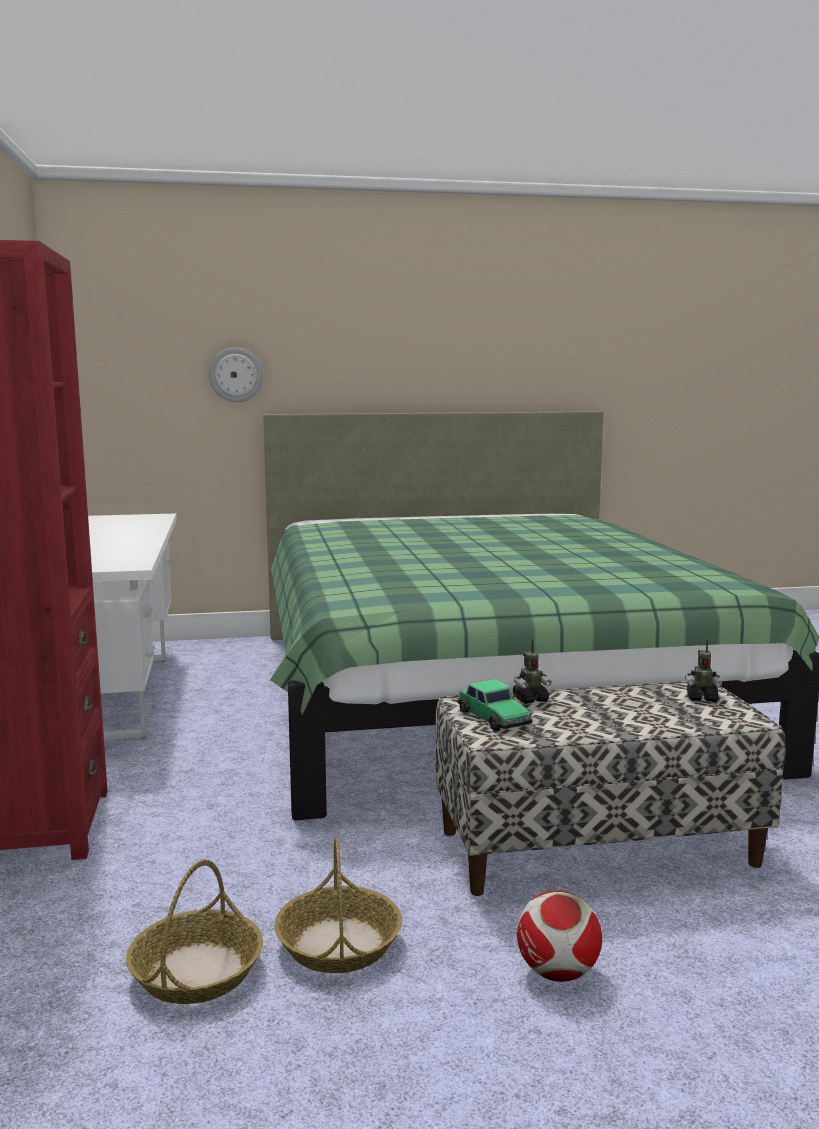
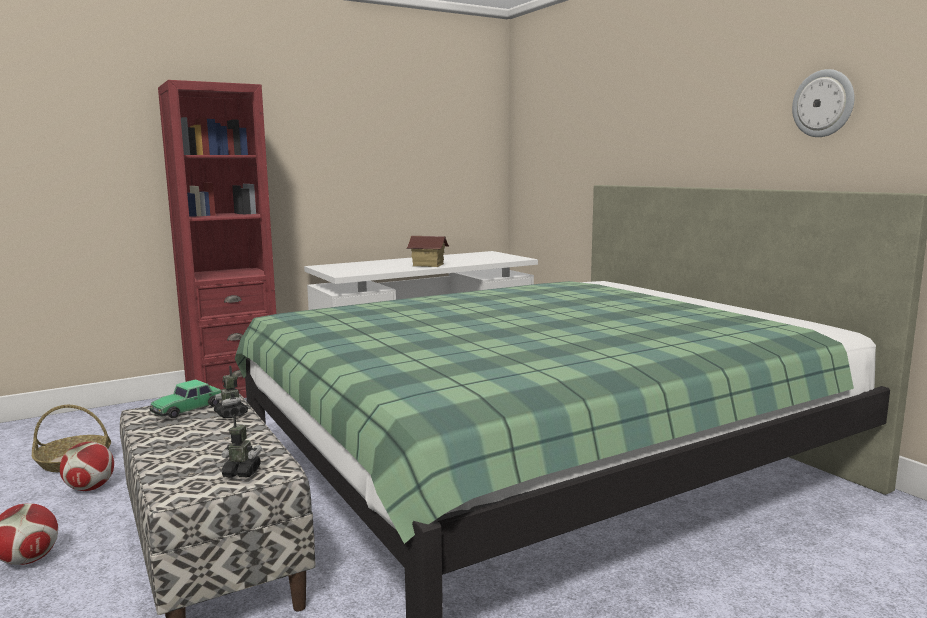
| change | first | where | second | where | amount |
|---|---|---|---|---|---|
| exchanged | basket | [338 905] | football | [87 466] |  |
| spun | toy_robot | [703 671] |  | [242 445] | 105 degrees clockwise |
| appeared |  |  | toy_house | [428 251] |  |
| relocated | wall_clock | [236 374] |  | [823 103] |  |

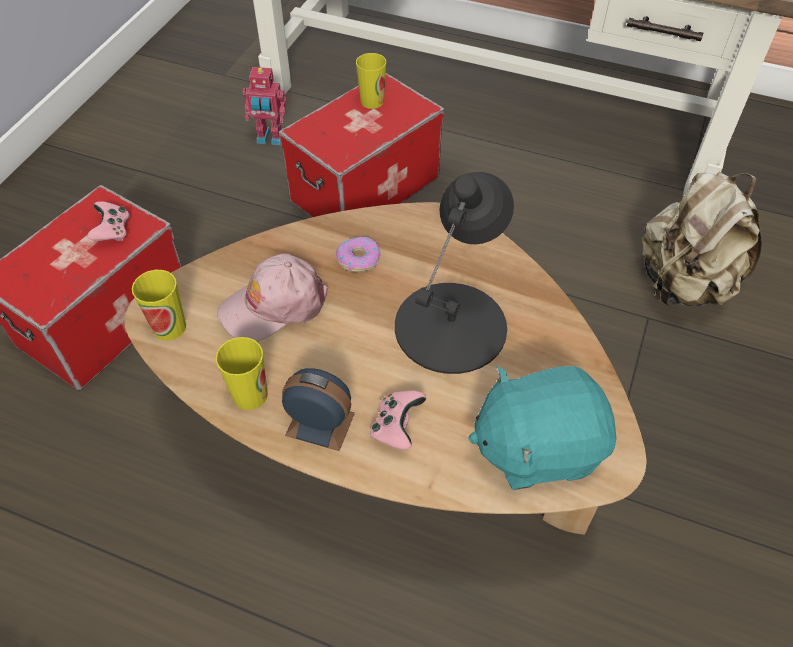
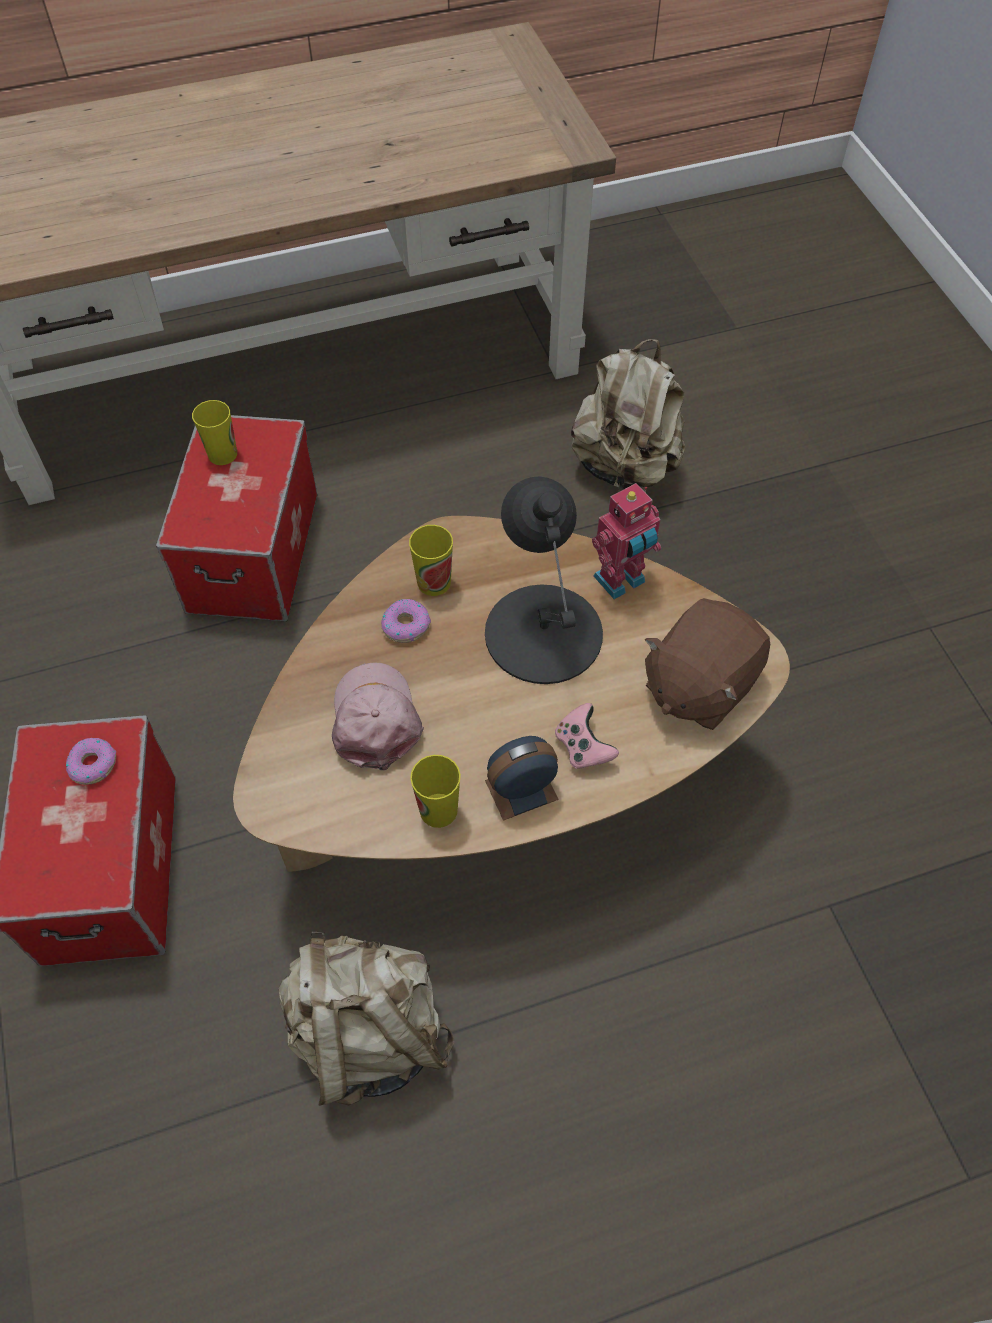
| change | first | where | second | where | amount |
|---|---|---|---|---|---|
| exchanged | pink_game_controller | [108 221] | donut | [91 761] |  |
| appeared |  |  | beige_backpack | [367 1019] |  |
| spun | pink_cap | [272 297] |  | [378 716] | 150 degrees clockwise |
| relocated | cup | [159 305] |  | [431 560] |  |
| relocated | toy_robot | [265 106] |  | [626 541] |  |
| colour | turquoise_plush_toy | [542 428] | brown_plush_toy | [707 664] |  |

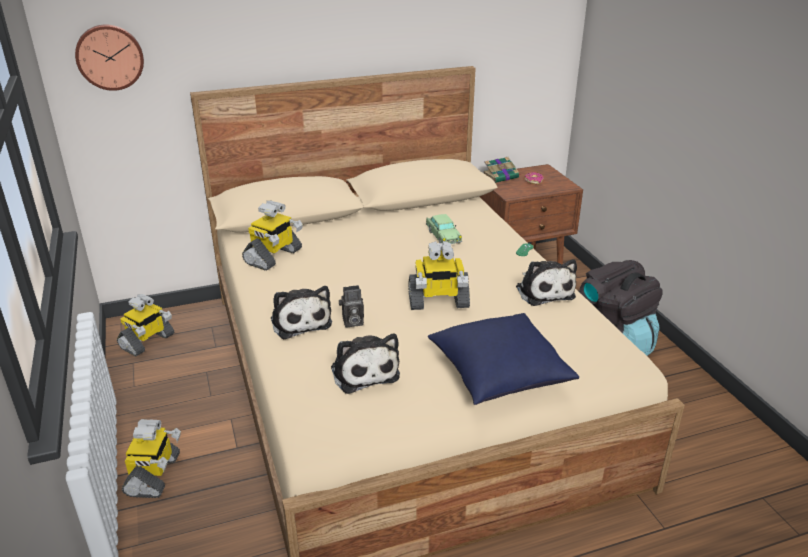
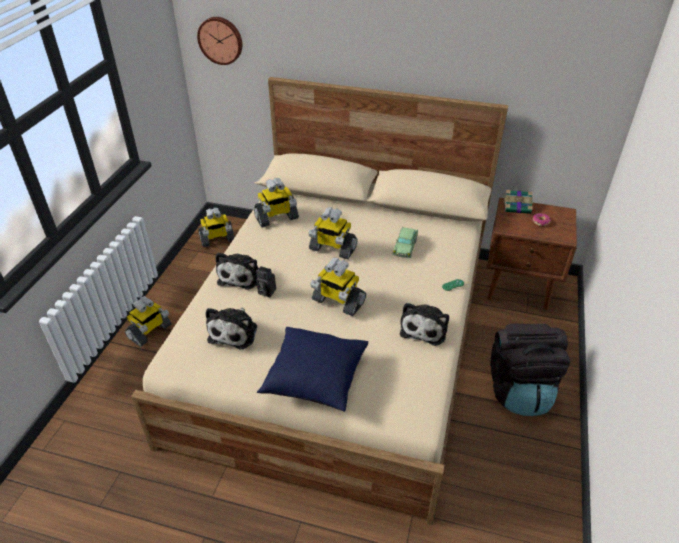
| change | first | where | second | where | amount |
|---|---|---|---|---|---|
| appeared |  |  | toy_robot | [333 233] |  |

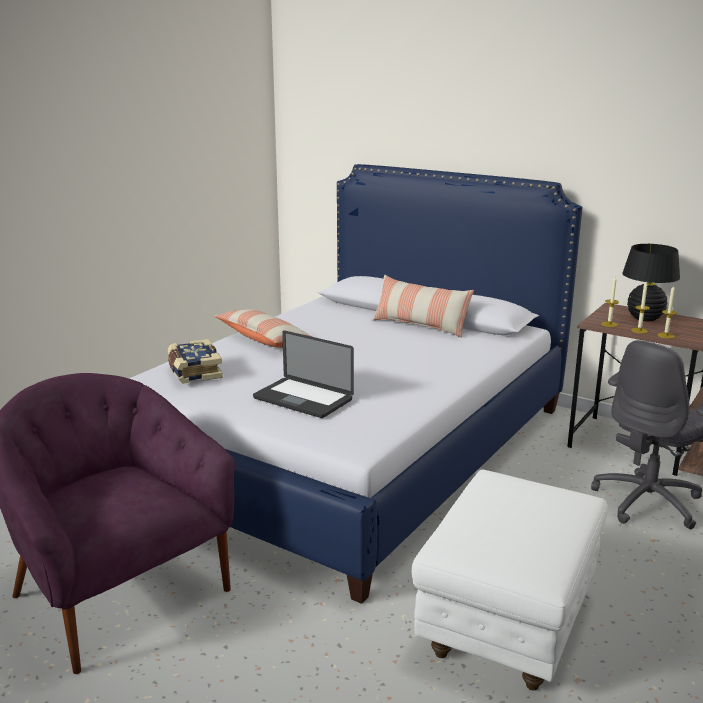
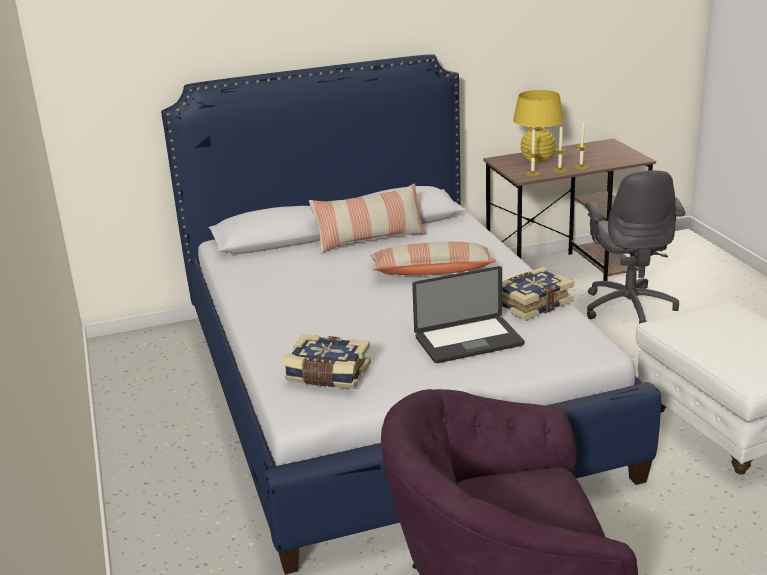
| change | first | where | second | where | amount |
|---|---|---|---|---|---|
| relocated | pillow | [263 328] |  | [433 258] |  |
| appeared |  |  | book | [538 294] |  |
| colour | black_table_lamp | [651 282] | yellow_table_lamp | [538 126] |  |

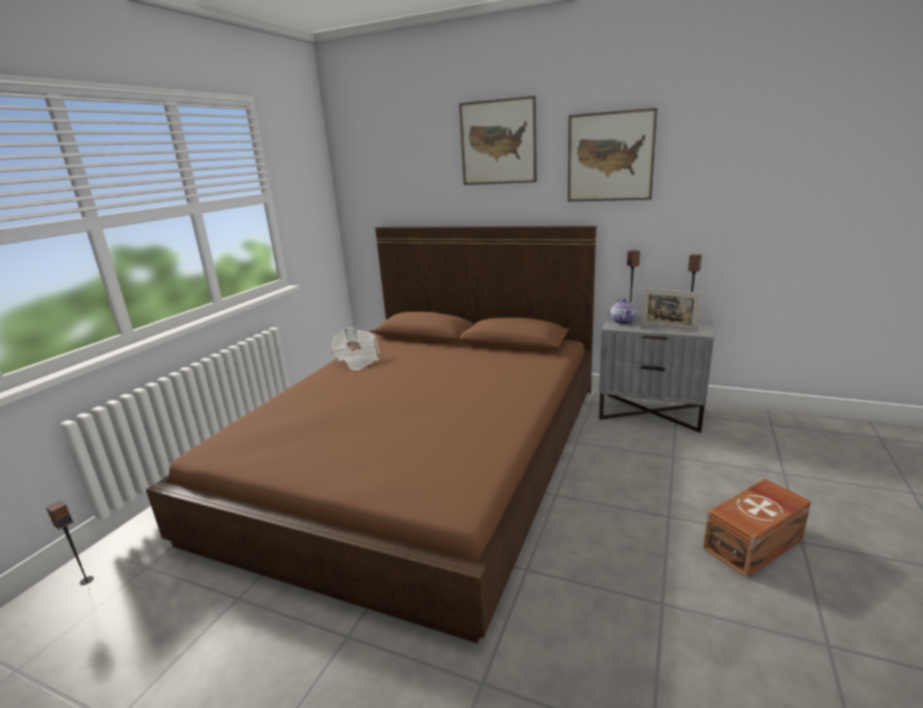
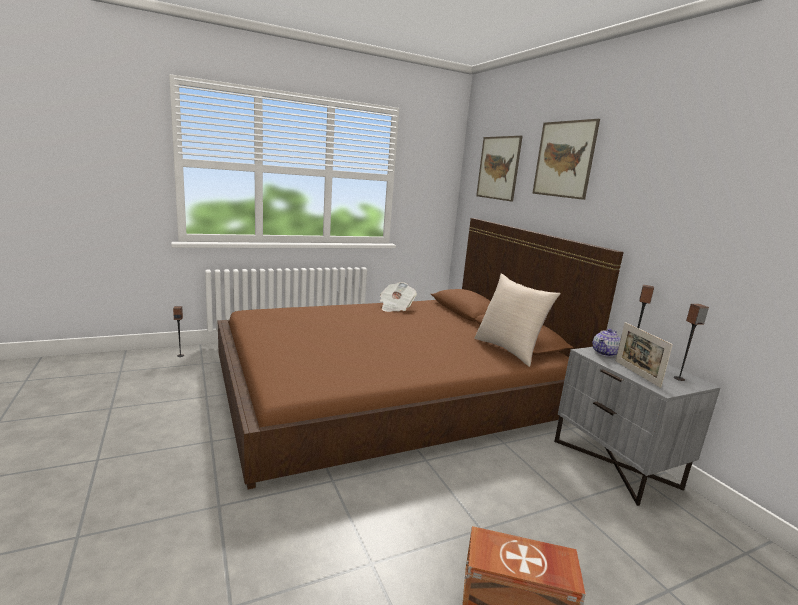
| change | first | where | second | where | amount |
|---|---|---|---|---|---|
| appeared |  |  | beige_pillow | [517 320] |  |
| relocated | picture | [613 155] |  | [499 169] |  |

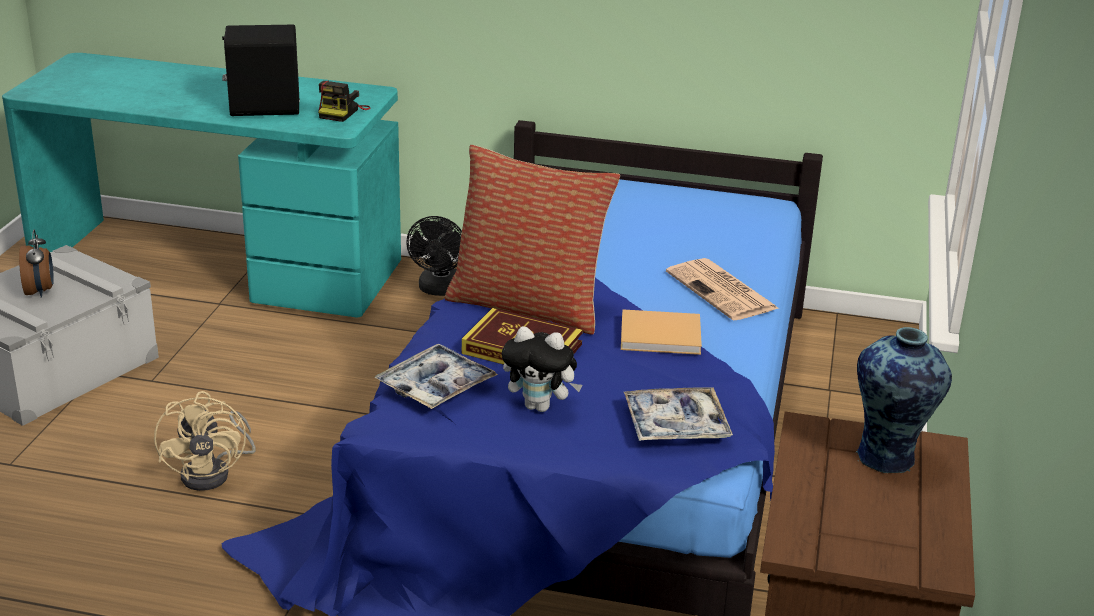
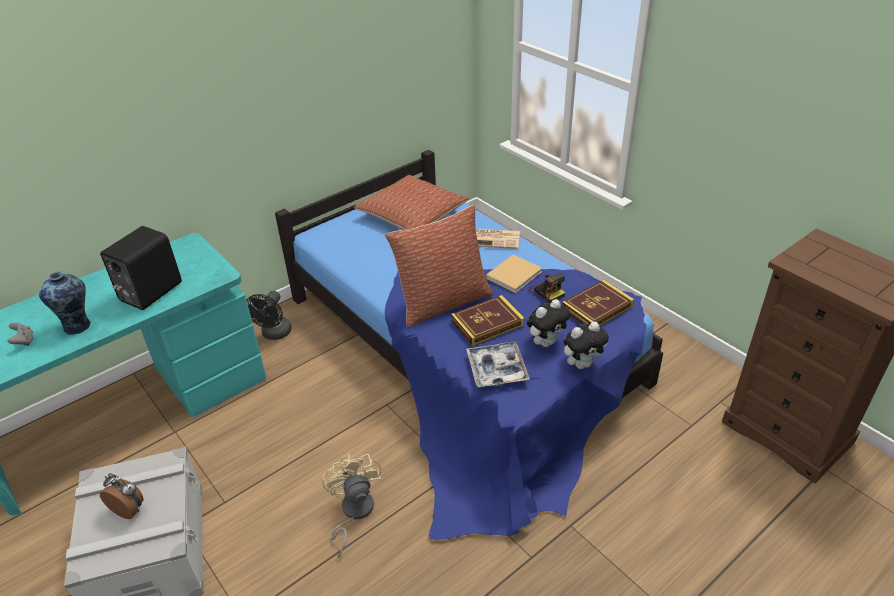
| change | first | where | second | where | amount |
|---|---|---|---|---|---|
| appeared |  |  | grey_game_controller | [20 334] |  |
| relocated | vase | [903 400] |  | [65 303] |  |
| spun | black_fan | [434 256] |  | [269 315] | 60 degrees clockwise |
| spun | beige_fan | [205 441] |  | [351 506] | 135 degrees counterclockwise |
| appeared |  |  | pillow | [411 202] |  |
| relocated | photo_camera | [344 101] |  | [546 288] |  |
| exchanged | tray | [678 414] | book | [598 303] |  |
| appeared |  |  | plush_toy | [586 345] |  |

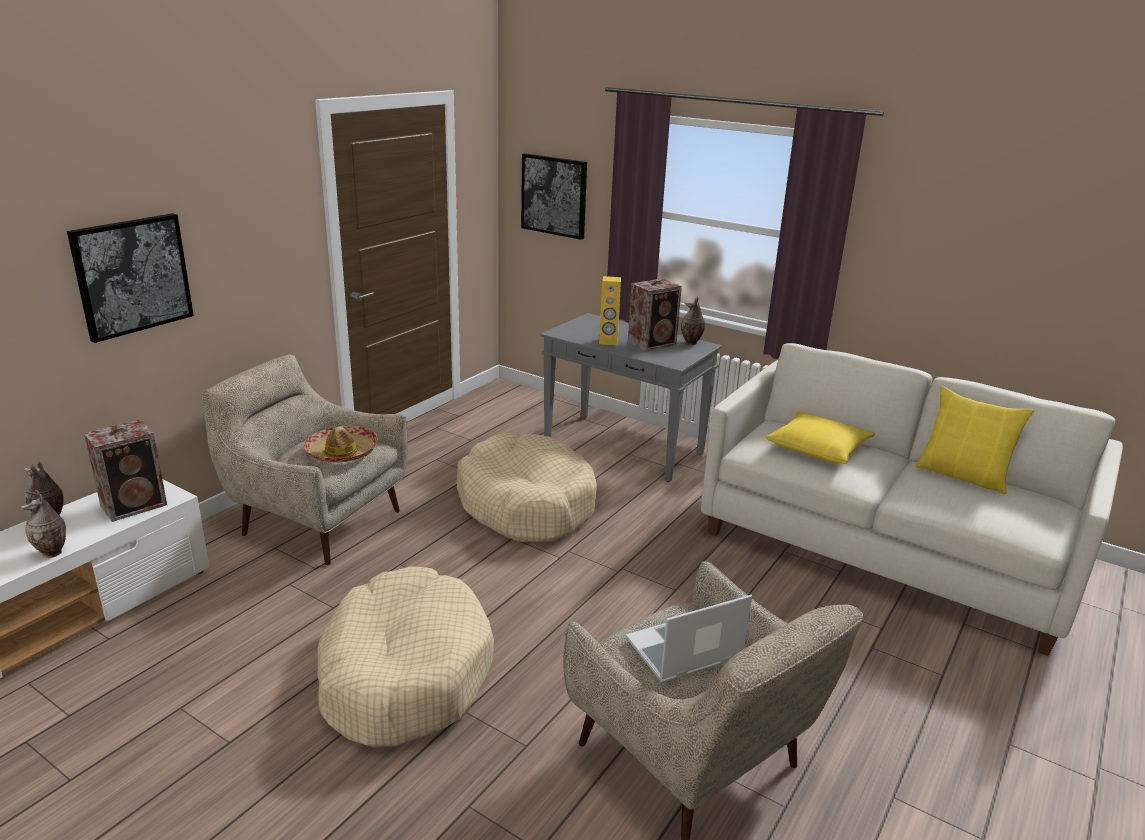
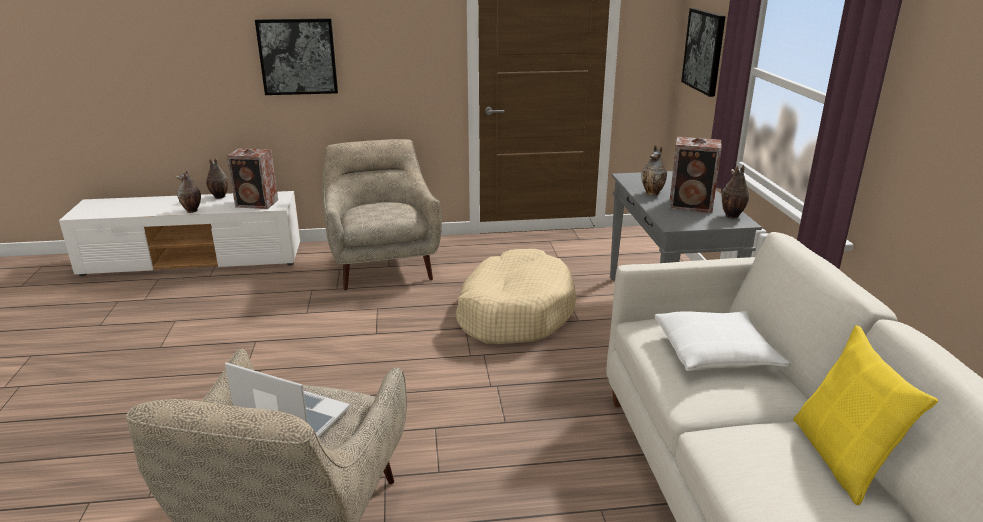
| change | first | where | second | where | amount |
|---|---|---|---|---|---|
| exchanged | yellow_speaker | [610 310] | vase | [654 170] |  |
| colour | yellow_pillow | [820 437] | white_pillow | [722 341] |  |
| missing | hat | [340 444] |  |  |  |
| missing | beige_dog_bed | [406 657] |  |  |  |

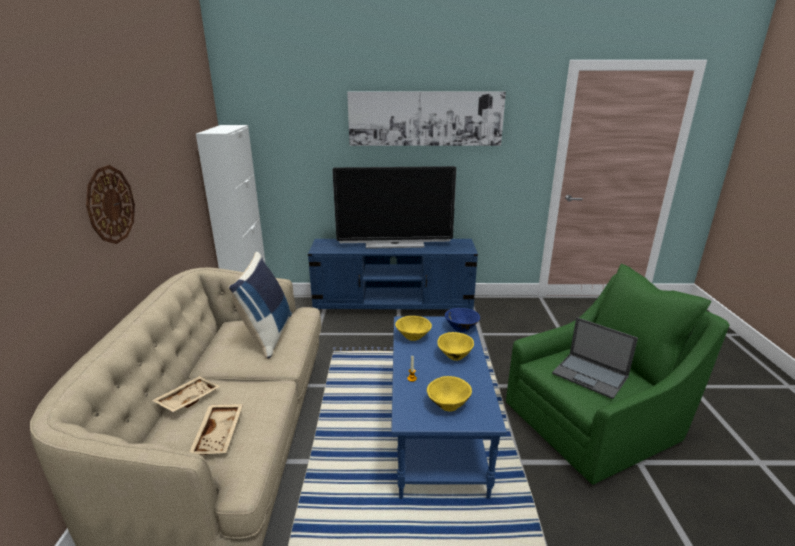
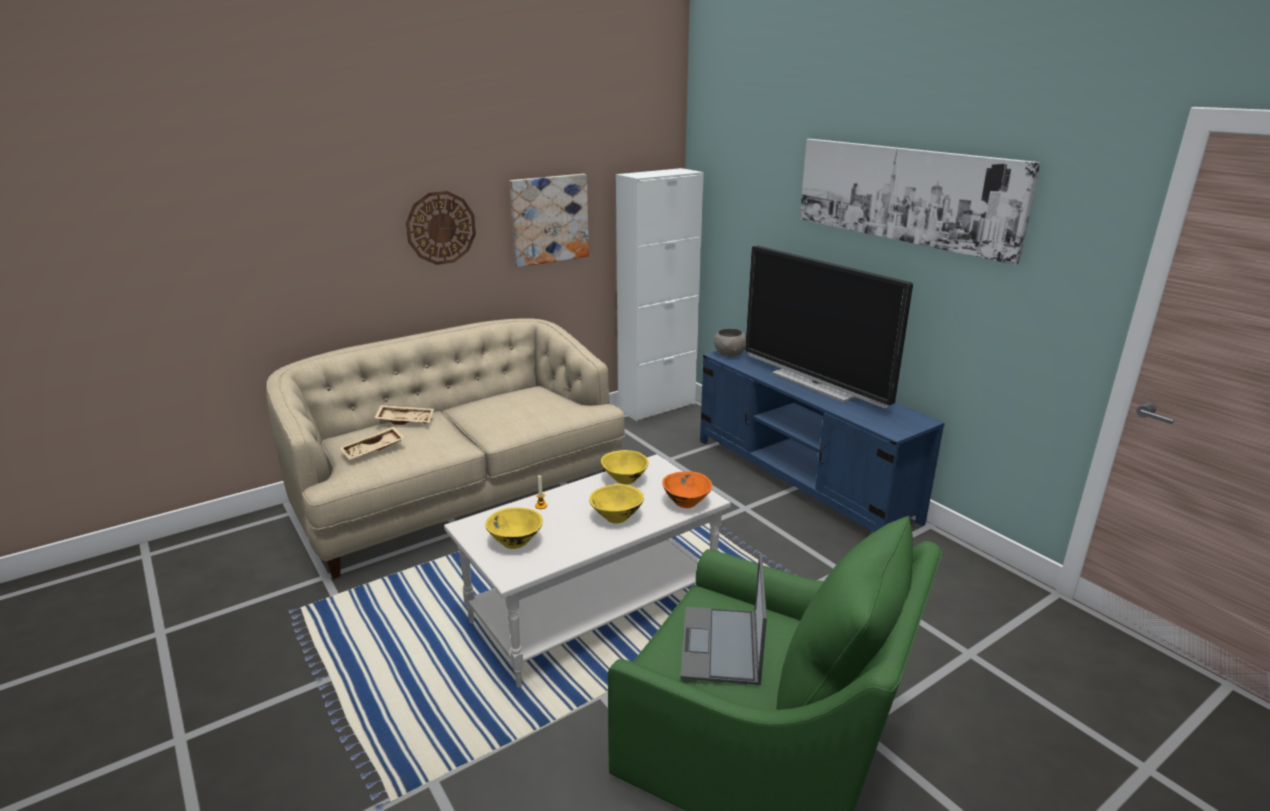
| change | first | where | second | where | amount |
|---|---|---|---|---|---|
| colour | blue_coffee_table | [449 407] | white_coffee_table | [587 571] |  |
| appeared |  |  | picture | [549 220] |  |
| colour | blue_bowl | [462 320] | orange_bowl | [687 489] |  |
| appeared |  |  | grey_bowl | [730 342] |  |
| missing | blue_pillow | [260 305] |  |  |  |

